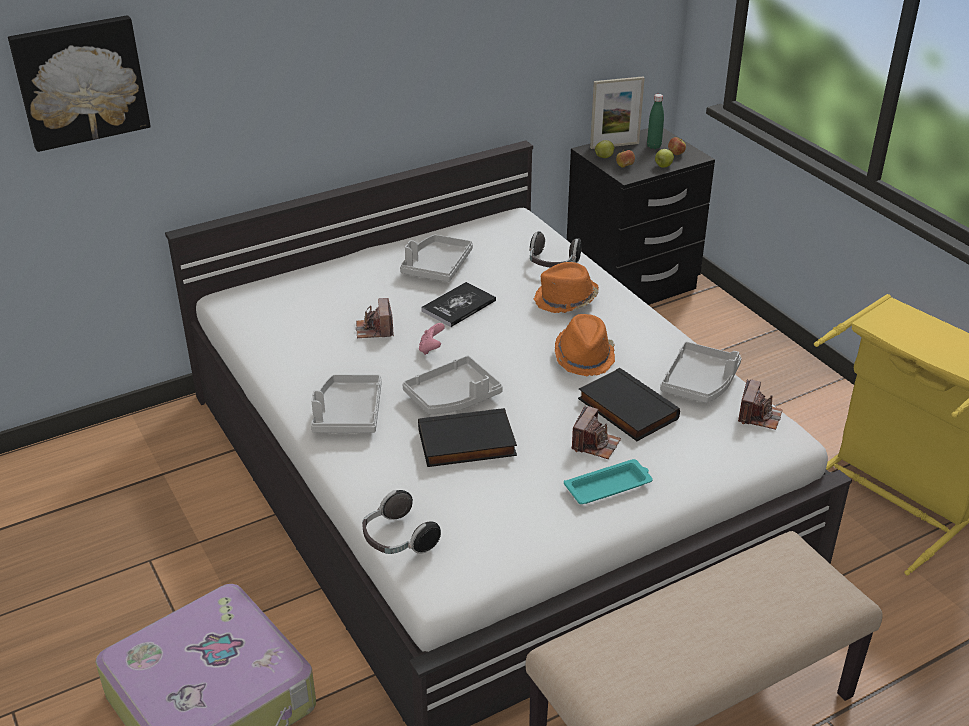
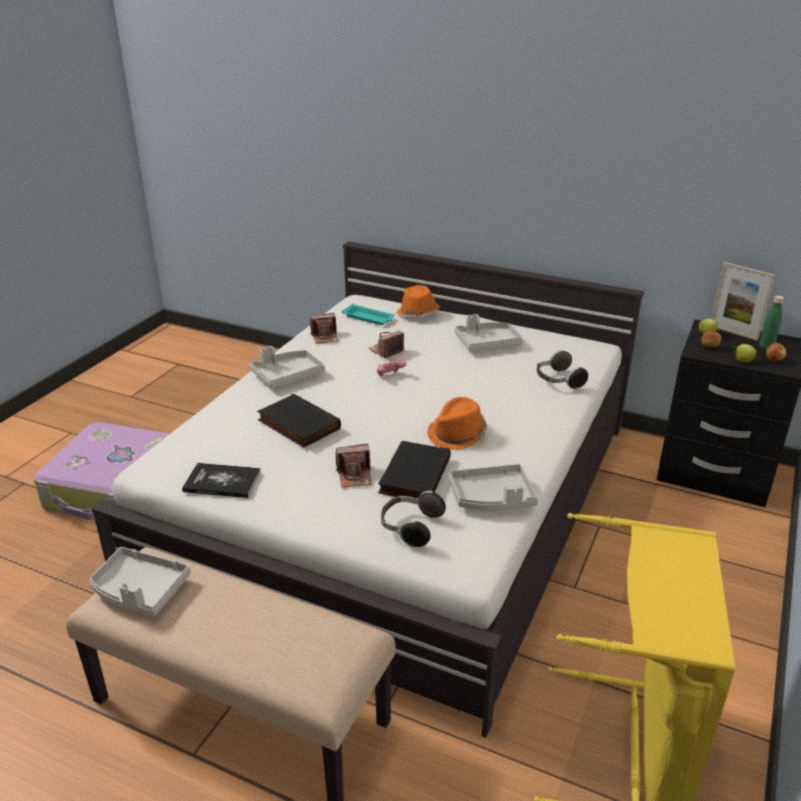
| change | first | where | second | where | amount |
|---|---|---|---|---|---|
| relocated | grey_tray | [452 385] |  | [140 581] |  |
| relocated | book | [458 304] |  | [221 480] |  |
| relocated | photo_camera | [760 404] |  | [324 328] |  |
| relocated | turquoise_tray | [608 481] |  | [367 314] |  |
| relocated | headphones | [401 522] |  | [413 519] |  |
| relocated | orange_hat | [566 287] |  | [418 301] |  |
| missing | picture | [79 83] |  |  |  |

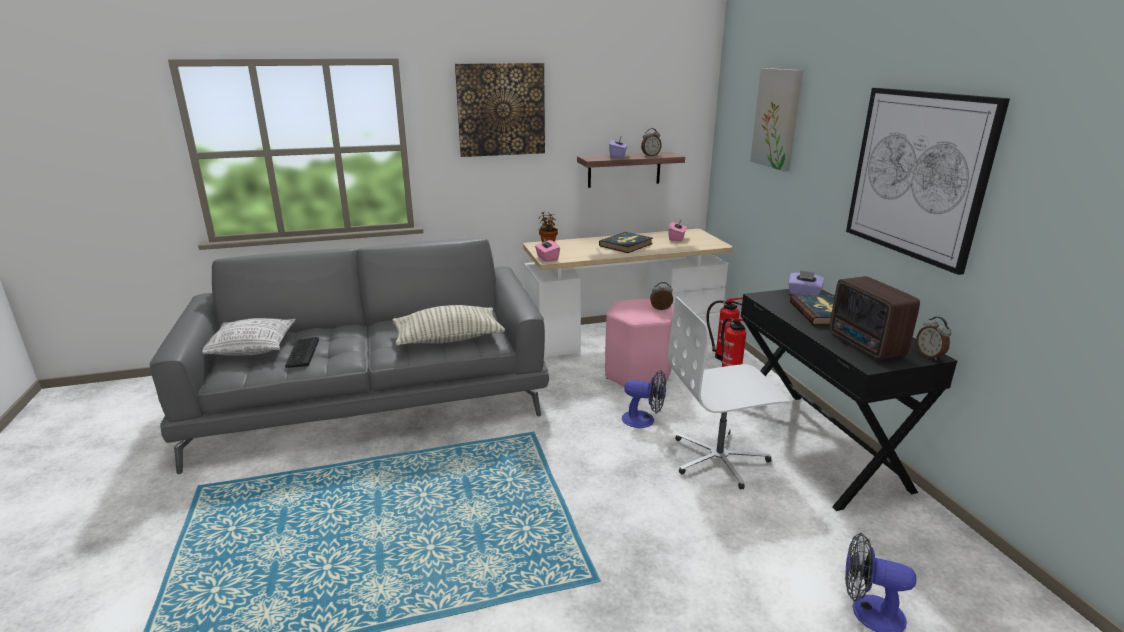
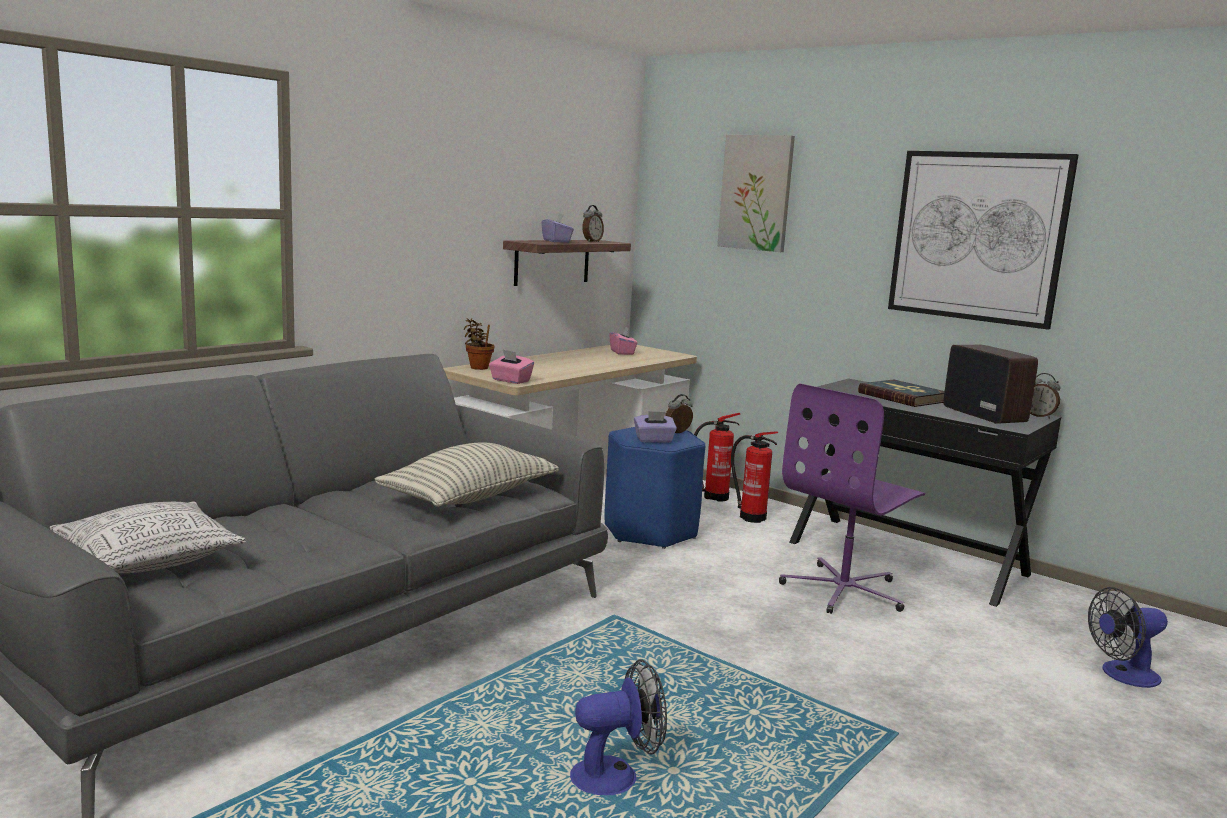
| change | first | where | second | where | amount |
|---|---|---|---|---|---|
| relocated | fan | [644 399] |  | [618 727] |  |
| colour | pink_stool | [639 343] | blue_stool | [655 488] |  |
| relocated | purple_tissue_box | [806 282] |  | [655 427] |  |
| colour | white_office_chair | [729 393] | purple_office_chair | [852 499] |  |
| spun | radio | [874 318] |  | [990 384] | 150 degrees counterclockwise |
| missing | keyboard | [302 352] |  |  |  |
| missing | picture | [500 110] |  |  |  |
| missing | book | [626 242] |  |  |  |

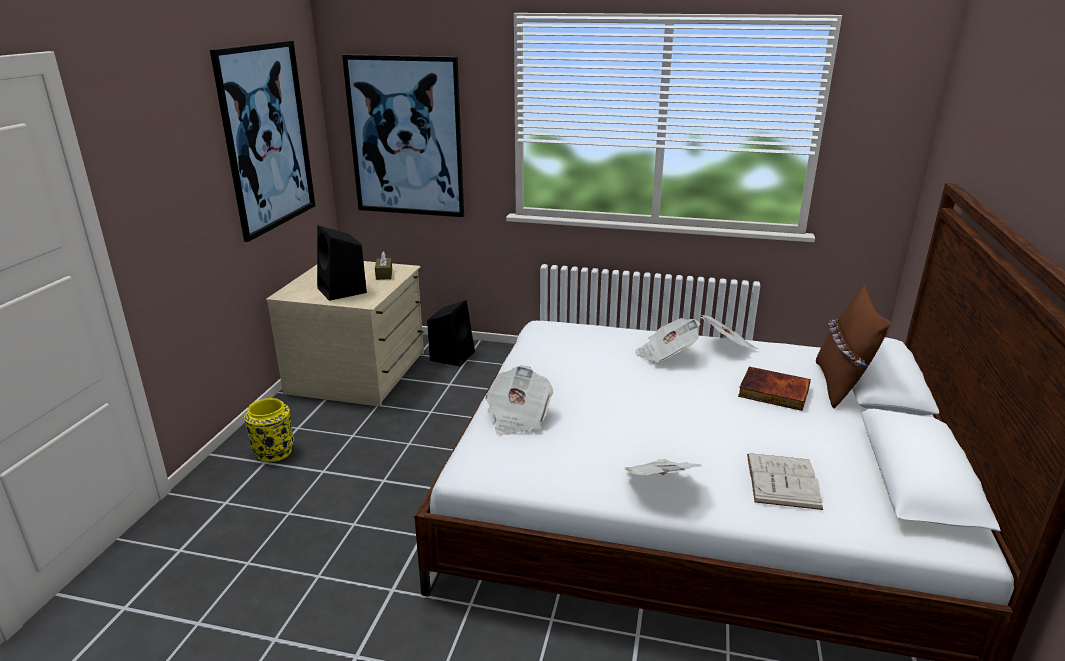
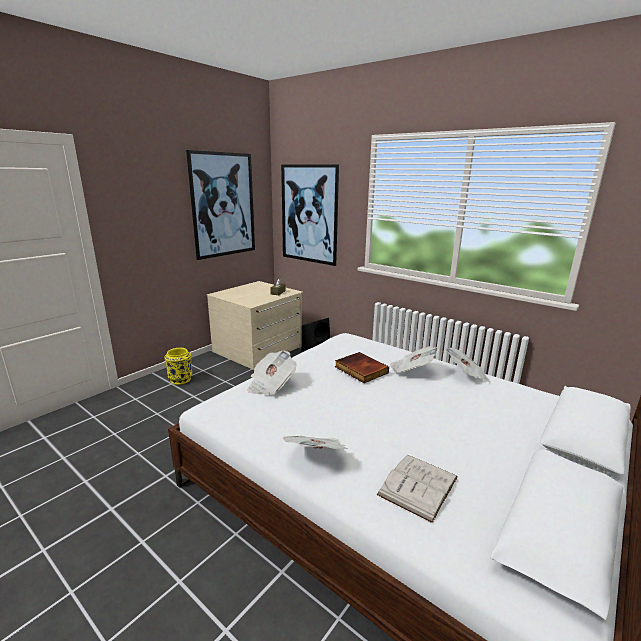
| change | first | where | second | where | amount |
|---|---|---|---|---|---|
| relocated | book | [774 389] |  | [362 367] |  |
| missing | black_speaker | [342 263] |  |  |  |
| missing | brown_pillow | [853 347] |  |  |  |

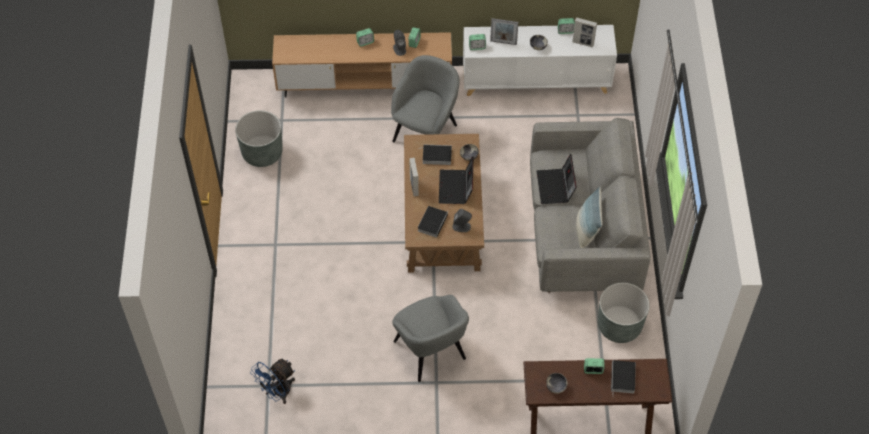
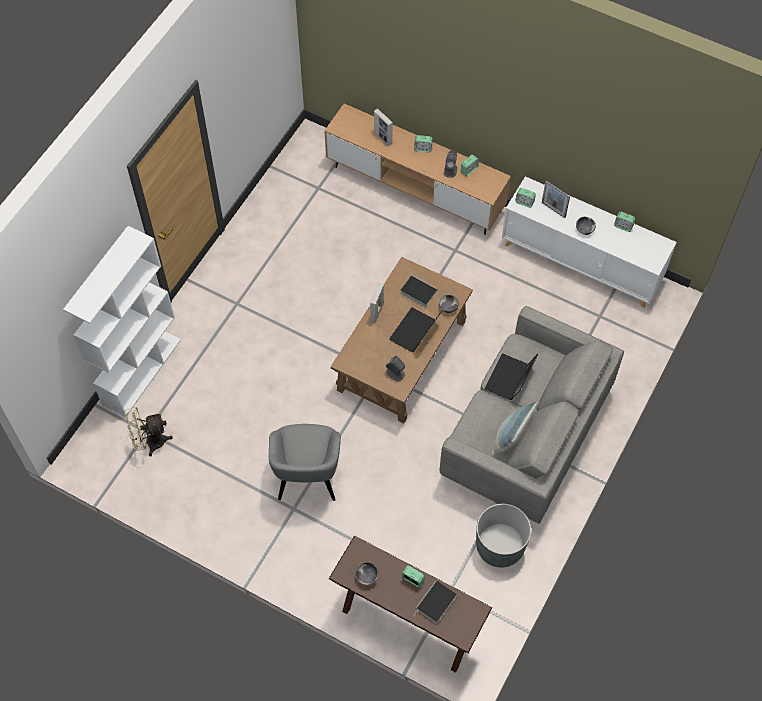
| change | first | where | second | where | amount |
|---|---|---|---|---|---|
| appeared |  |  | white_bookcase | [122 322] |  |
| colour | blue_fan | [272 381] | beige_fan | [149 432] |  |
| relocated | picture_frame | [584 32] |  | [383 127] |  |
| missing | grey_planter | [259 138] |  |  |  |
| missing | grey_armchair | [425 98] |  |  |  |
| missing | book | [433 222] |  |  |  |

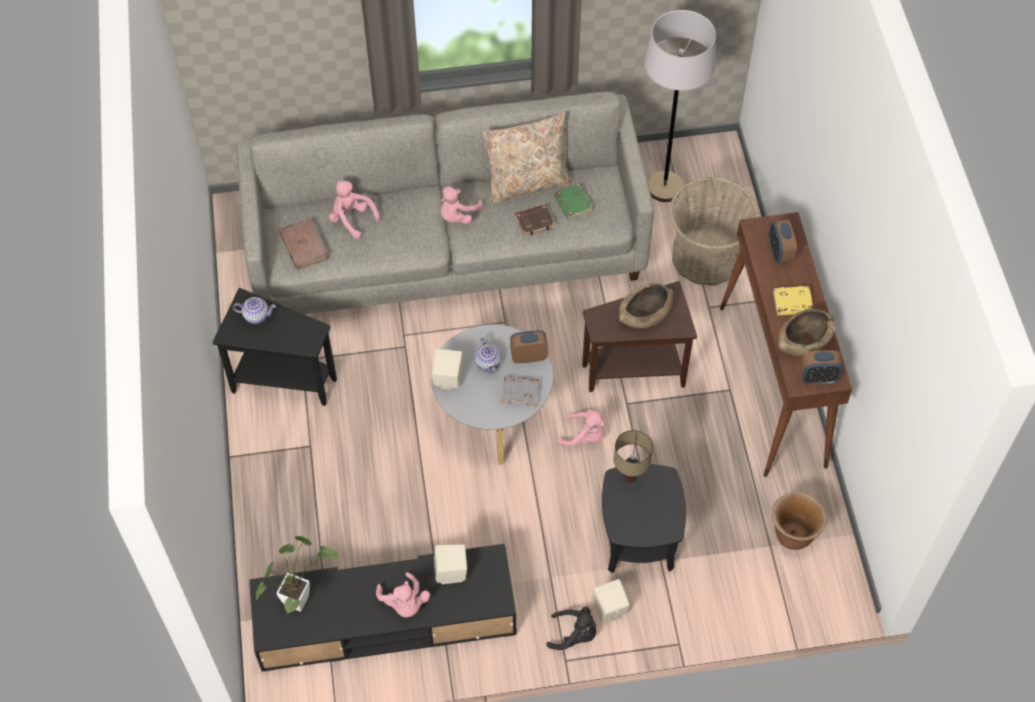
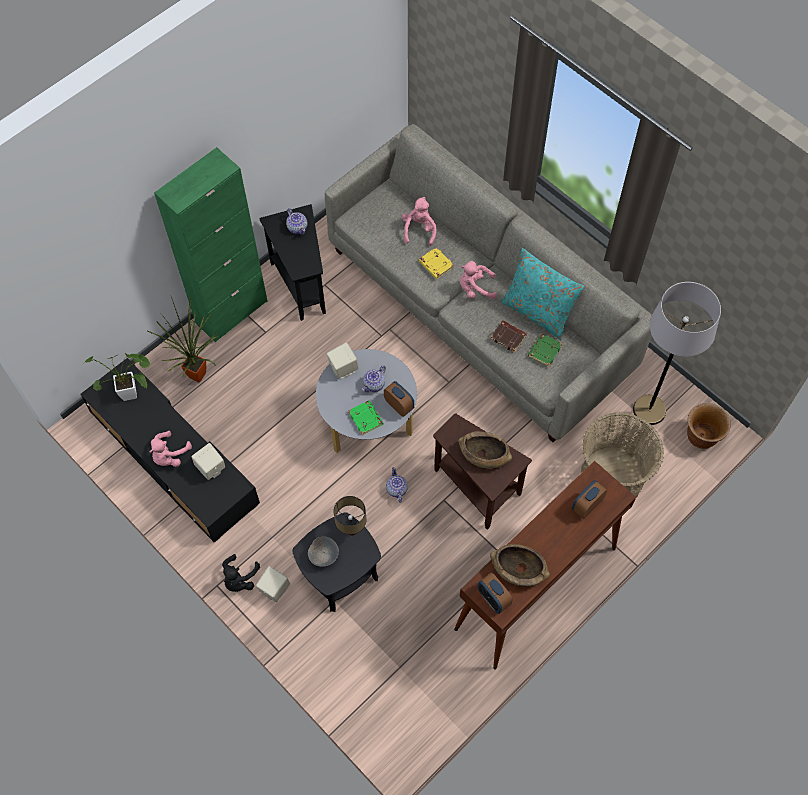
| change | first | where | second | where | amount |
|---|---|---|---|---|---|
| appeared |  |  | potted_plant | [183 340] |  |
| appeared |  |  | green_cabinet | [210 245] |  |
| spun | black_plush_toy | [571 628] |  | [241 573] | 45 degrees clockwise |
| appeared |  |  | grey_bowl | [323 552] |  |
| colour | grey_book | [520 391] | green_book | [366 417] |  |
| exchanged | pink_plush_toy | [581 428] | teapot | [397 485] |  |
| relocated | yellow_book | [793 301] |  | [436 263] |  |
| colour | beige_pillow | [527 158] | turquoise_pillow | [543 294] |  |
| relocated | brown_planter | [799 521] |  | [709 426] |  |
| missing | brown_book | [304 244] |  |  |  |

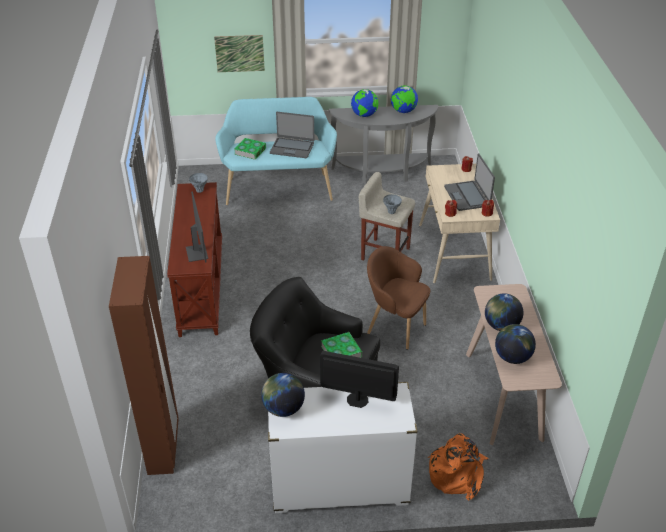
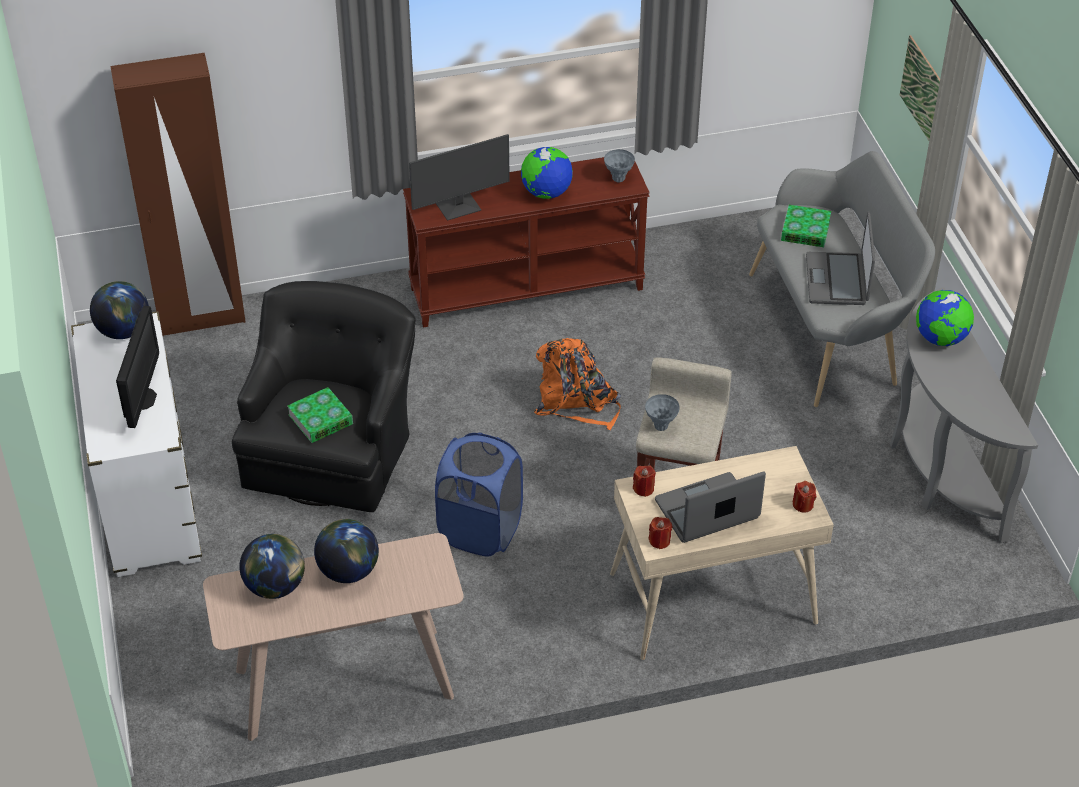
| change | first | where | second | where | amount |
|---|---|---|---|---|---|
| exchanged | brown_armchair | [398 298] | blue_laundry_basket | [479 494] |  |
| relocated | globe | [404 99] |  | [547 173] |  |
| relocated | orange_backpack | [458 467] |  | [577 384] |  |
| colour | turquoise_bench | [276 151] | grey_bench | [842 279] |  |

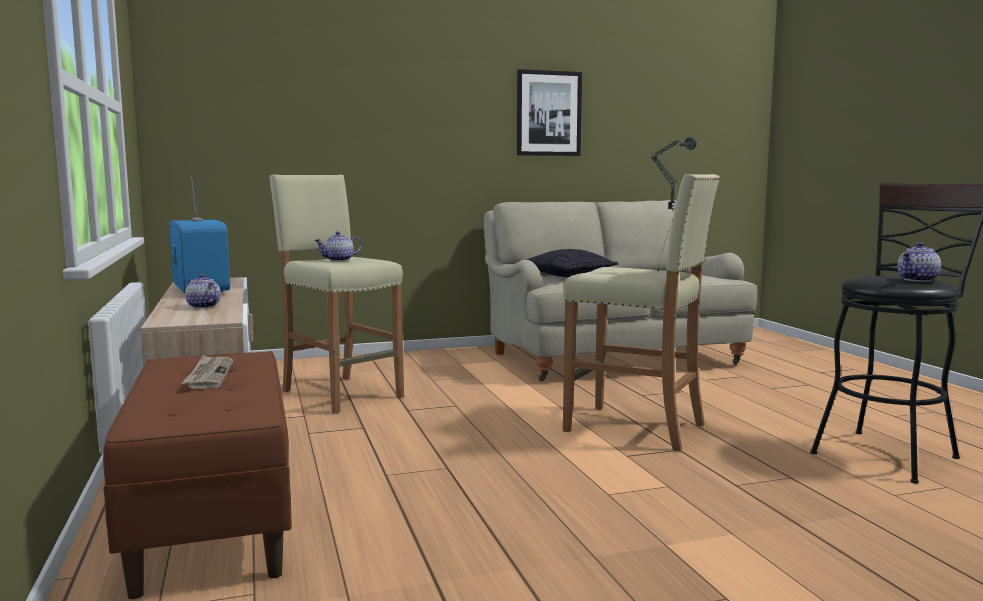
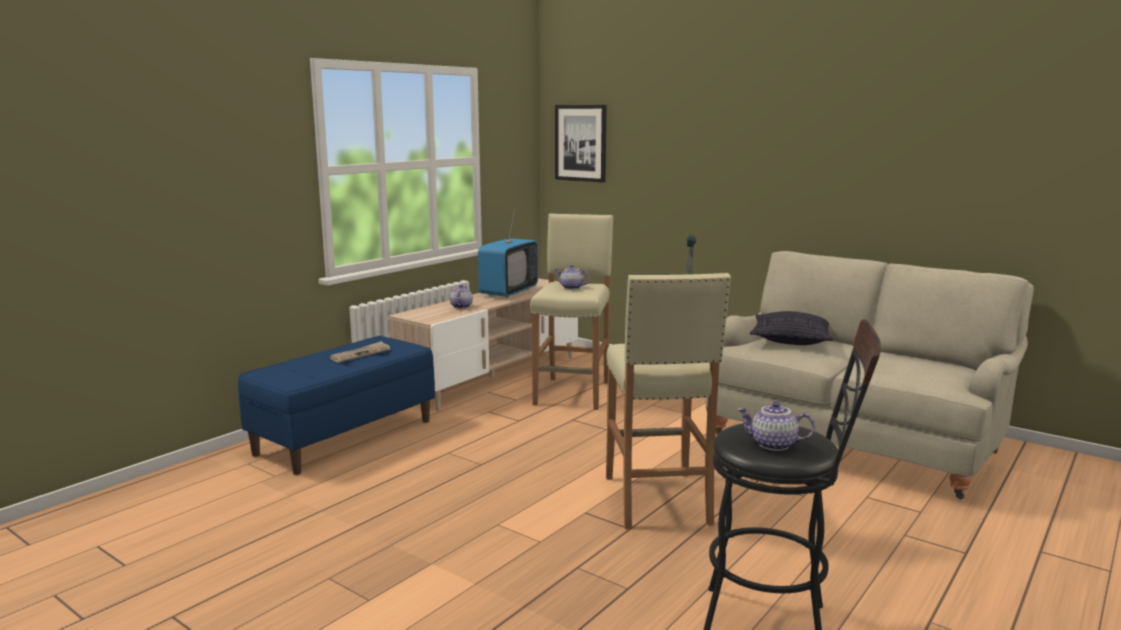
| change | first | where | second | where | amount |
|---|---|---|---|---|---|
| colour | brown_bench | [197 475] | blue_bench | [336 405] |  |
| relocated | picture | [549 112] |  | [580 144] |  |

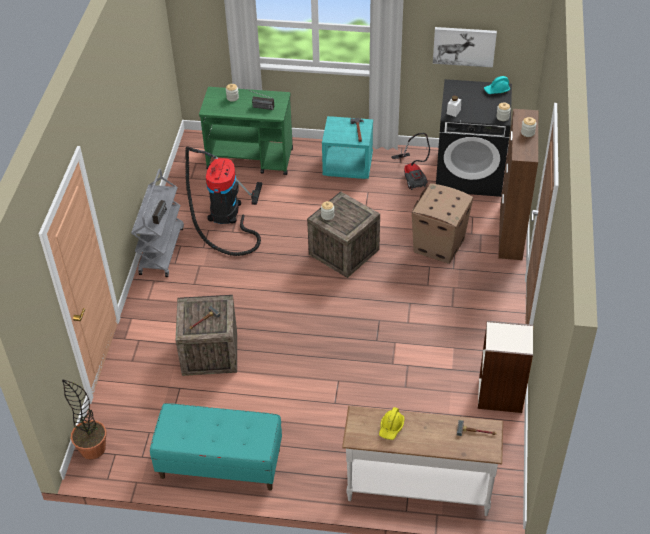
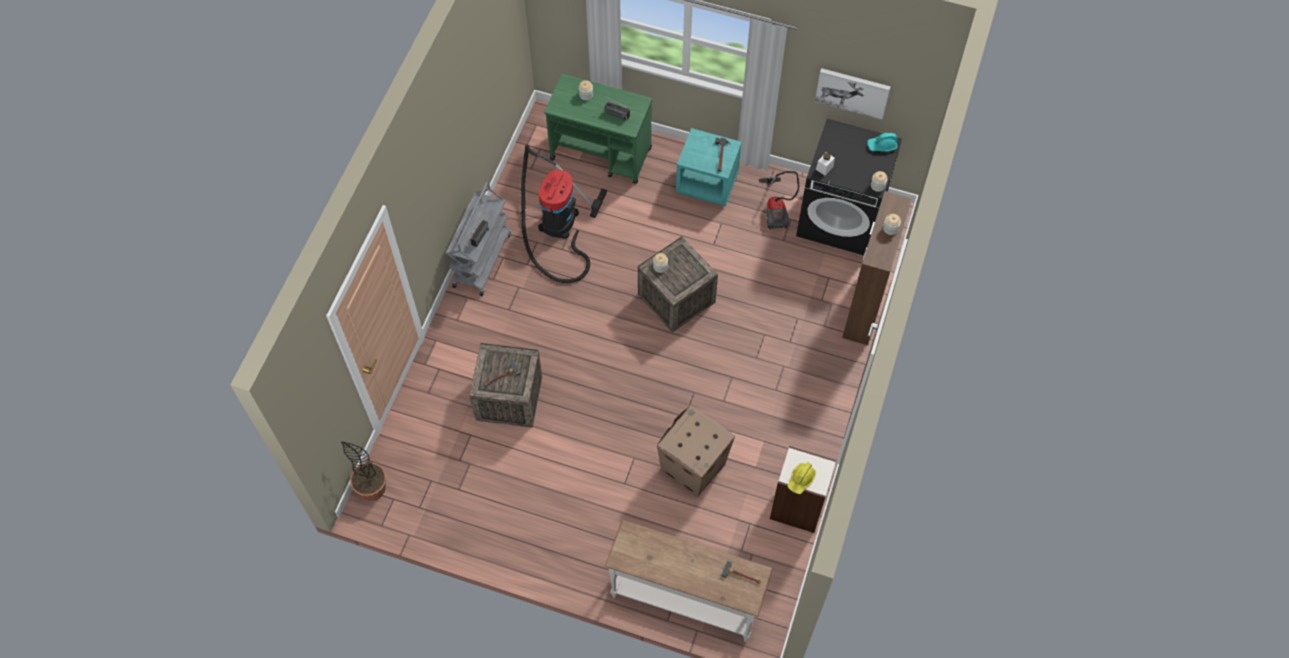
| change | first | where | second | where | amount |
|---|---|---|---|---|---|
| relocated | cardboard_box | [442 223] |  | [696 451] |  |
| relocated | yellow_hard_hat | [391 423] |  | [801 478] |  |
| missing | turquoise_bench | [216 447] |  |  |  |

